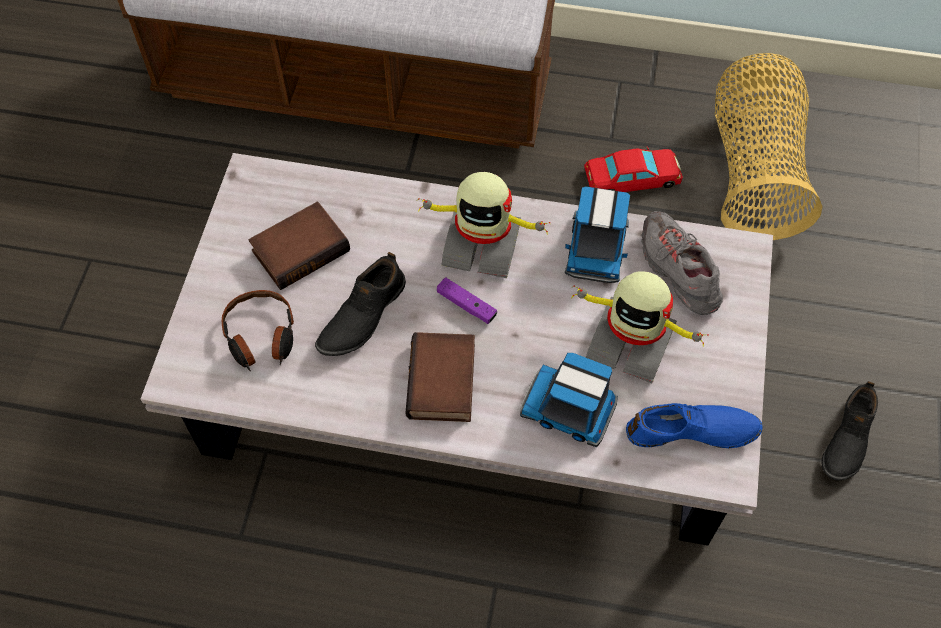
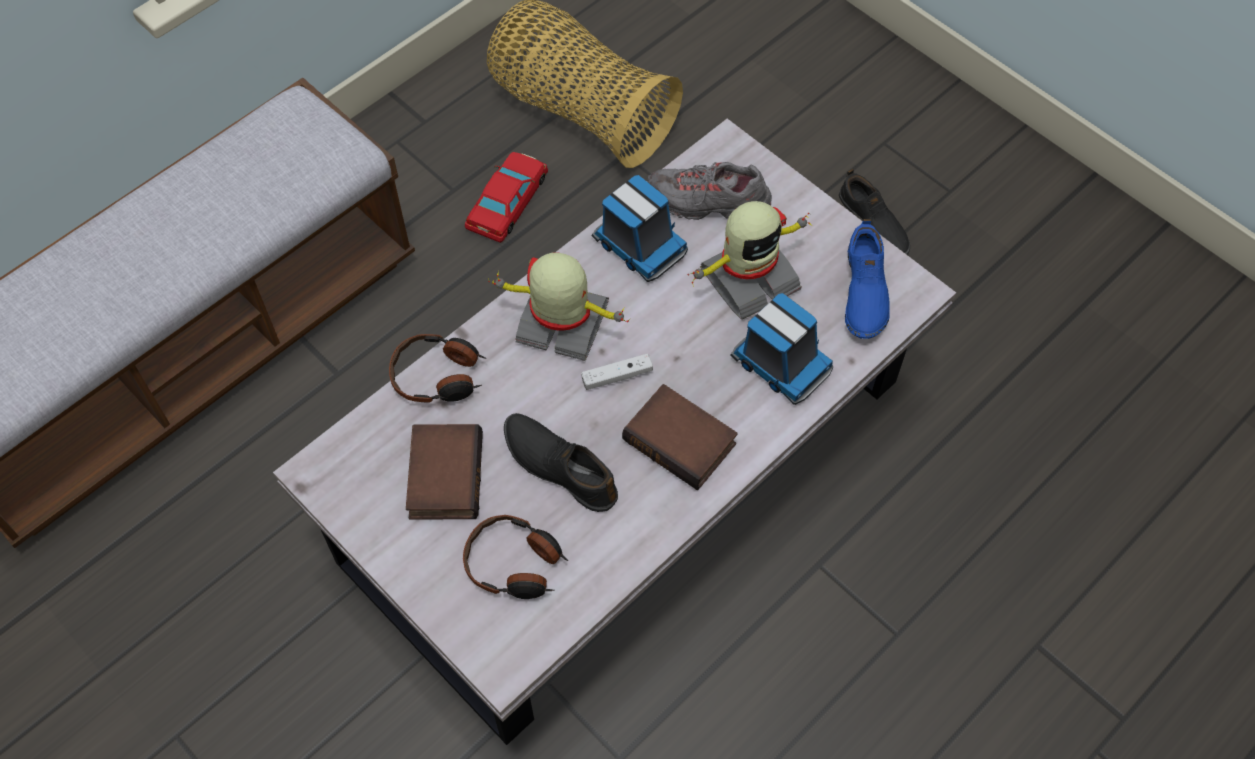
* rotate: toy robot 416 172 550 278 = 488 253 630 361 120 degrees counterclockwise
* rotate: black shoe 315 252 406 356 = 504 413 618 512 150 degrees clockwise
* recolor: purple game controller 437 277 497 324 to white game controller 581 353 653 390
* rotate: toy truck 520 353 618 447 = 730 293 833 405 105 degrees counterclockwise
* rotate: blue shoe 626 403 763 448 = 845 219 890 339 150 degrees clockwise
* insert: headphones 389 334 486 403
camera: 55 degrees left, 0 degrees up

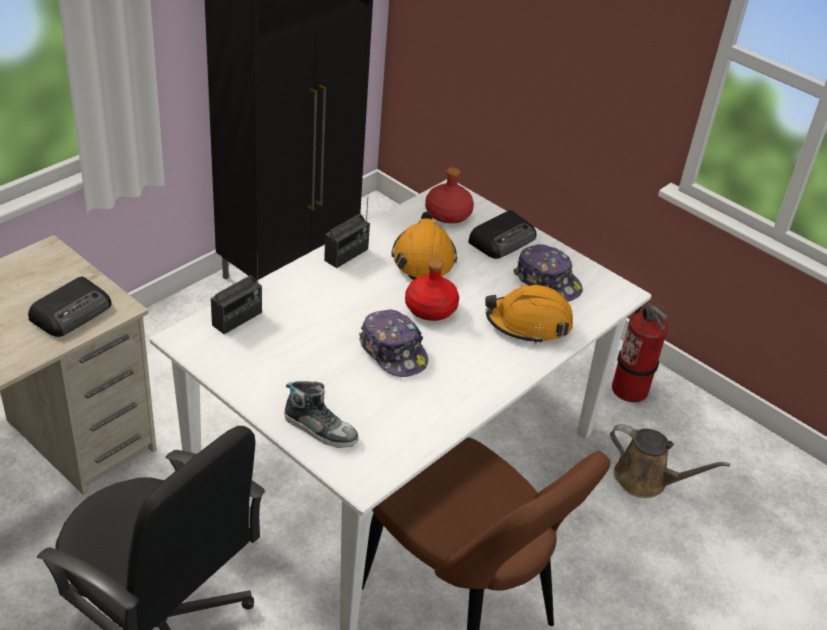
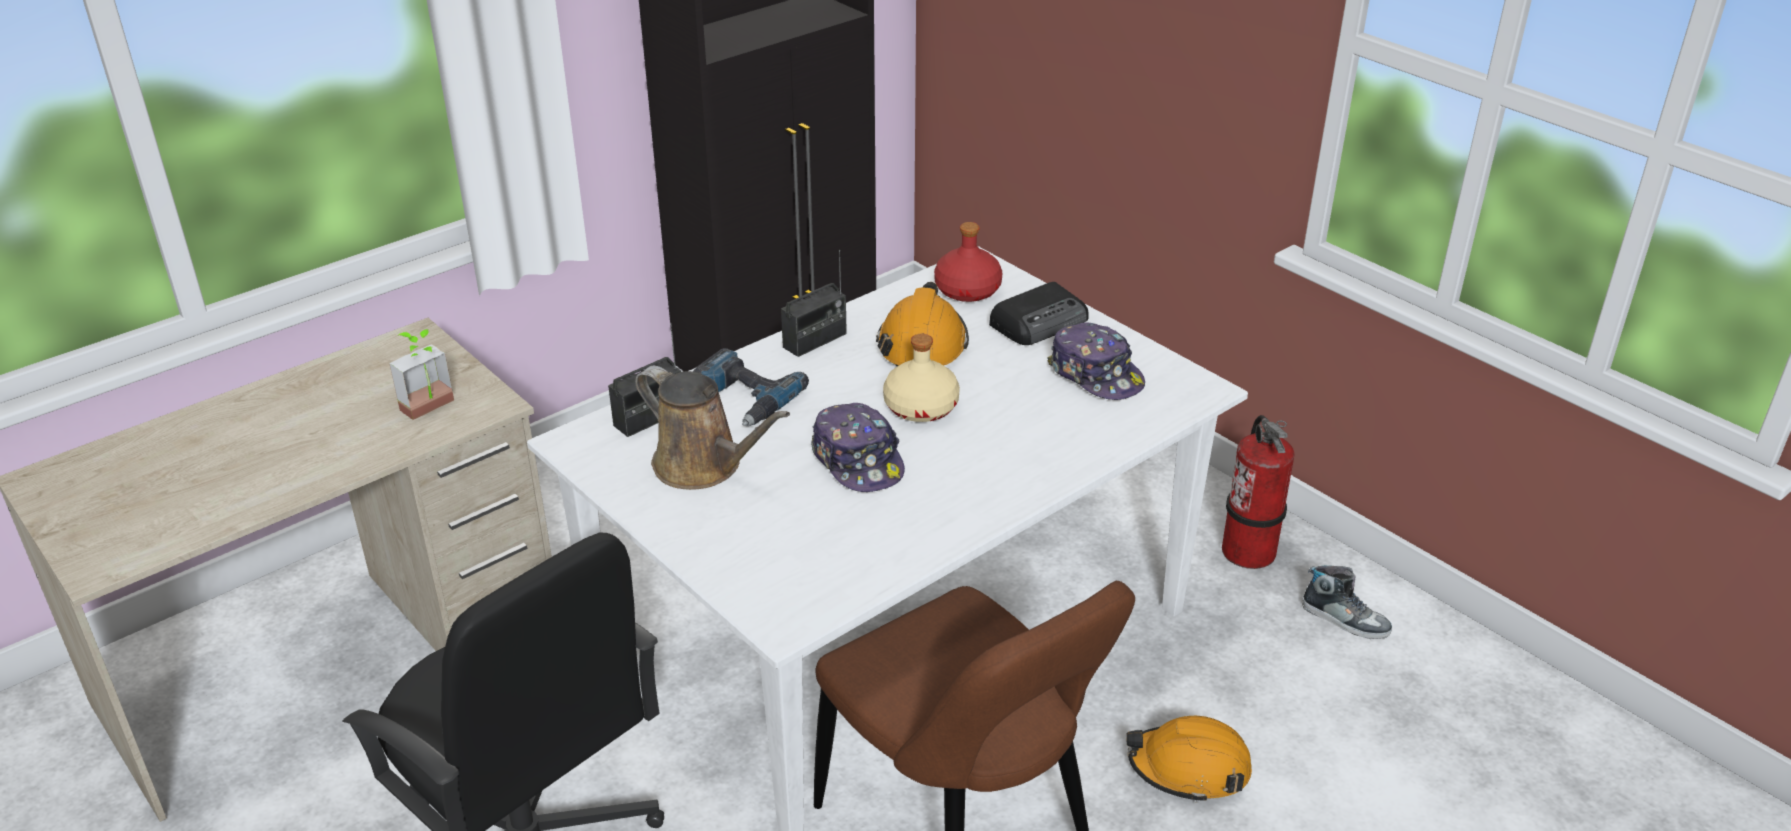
* recolor: red bottle 405 259 459 321 to beige bottle 883 334 960 422
* replace: radio 28 277 111 337 to potted plant 389 329 454 420
* move: orange hard hat 485 285 573 344 to 1126 716 1252 803
* move: shoe 284 381 358 448 to 1302 566 1392 639
* move: brown watering can 610 424 730 498 to 635 366 790 490
* insert: power drill 693 348 809 426
camera: 10 degrees right, 5 degrees down

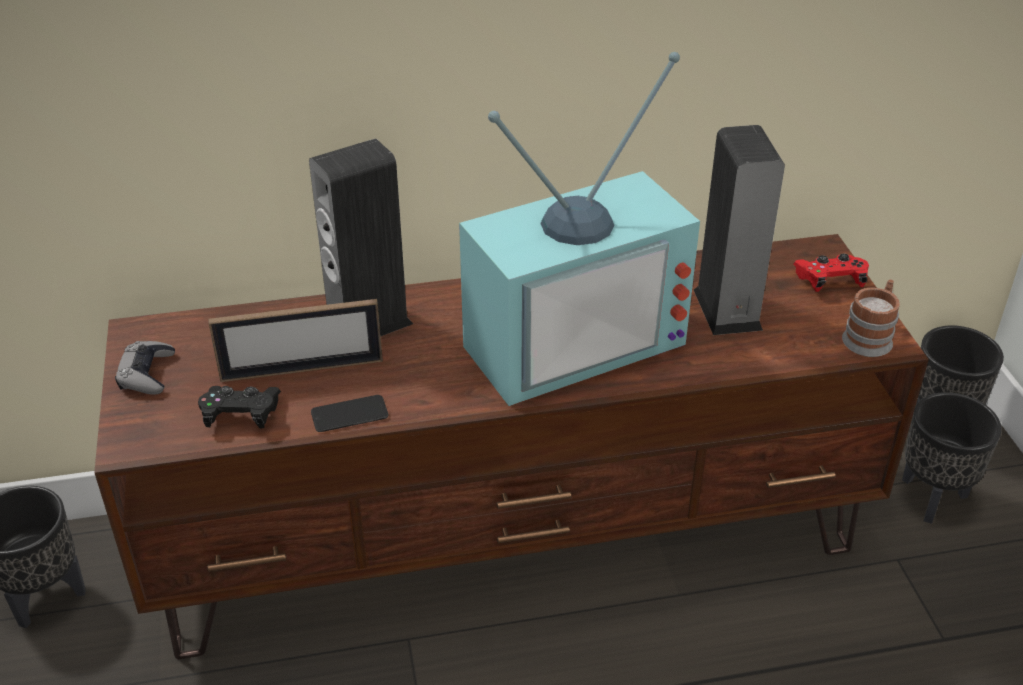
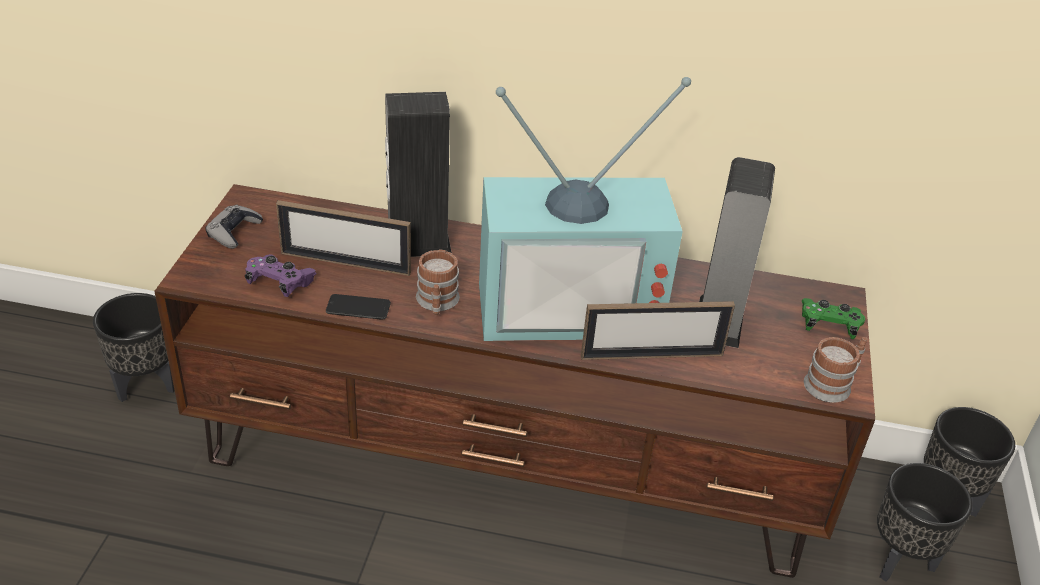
* recolor: red game controller 794 254 869 292 to green game controller 802 298 865 339
* recolor: black game controller 198 386 281 428 to purple game controller 245 254 316 297
* insert: mug 416 249 460 315
* insert: picture frame 581 301 735 360
camera: 20 degrees right, 0 degrees up

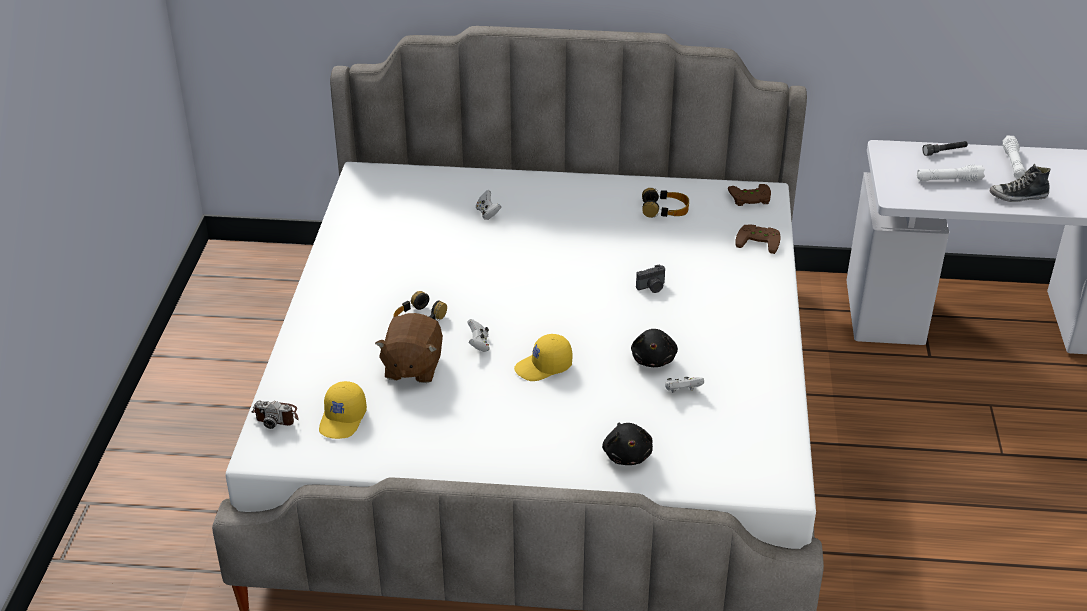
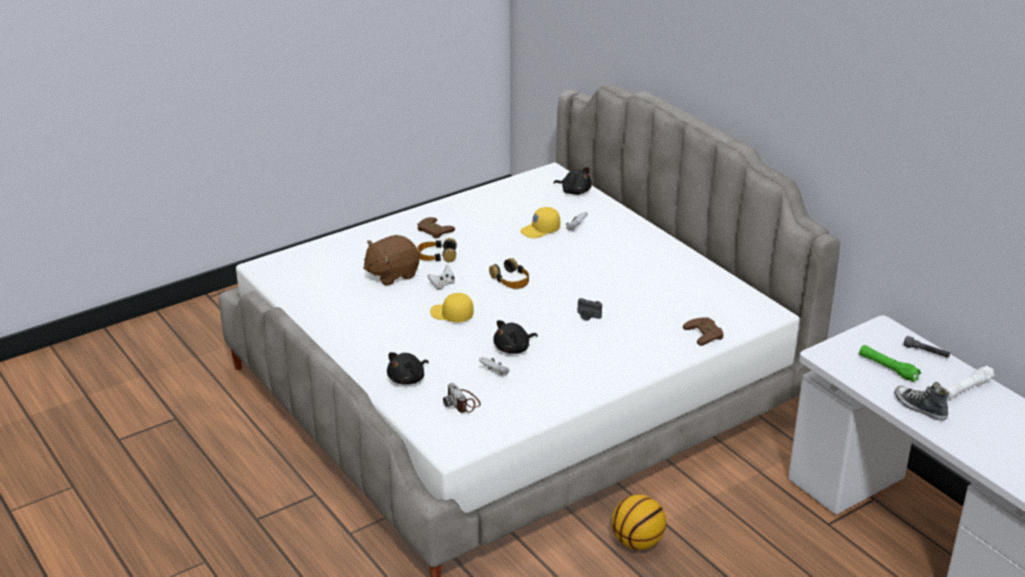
* recolor: white flashlight 917 165 985 181 to green flashlight 859 345 921 382
* move: brown game controller 728 184 771 206 to 417 217 455 239
* move: headphones 642 188 689 218 to 489 258 529 289
* move: yellow cap 319 381 367 439 to 520 207 560 238
* move: photo camera 251 401 299 429 to 443 383 481 413
* insert: black plush toy 553 167 592 195
* insert: basketball 612 494 666 550
camera: 50 degrees right, 5 degrees down

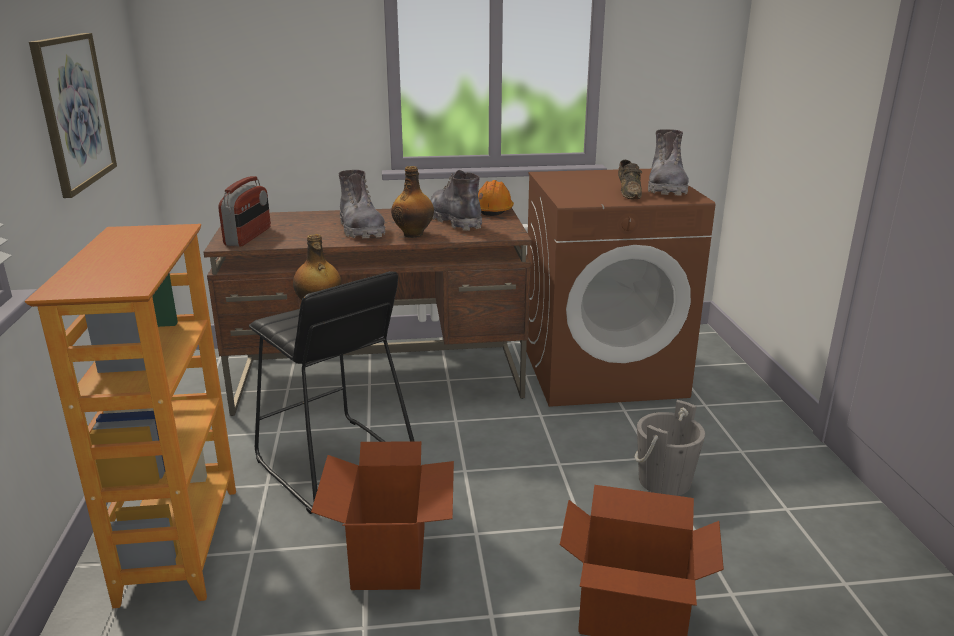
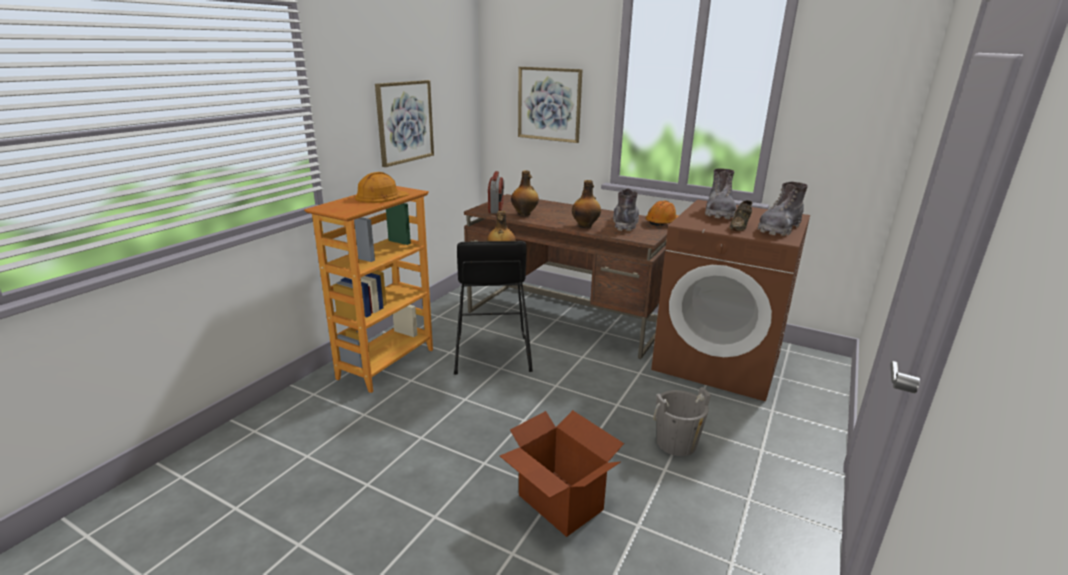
* move: grey boot 339 170 385 238 to 705 169 737 219
* rotate: radio 218 176 271 246 = 488 171 504 214 45 degrees counterclockwise
* delete: cardboard box 311 441 454 590
* insert: picture 518 67 583 143
* insert: bottle 511 170 539 216
* insert: orange hard hat 355 172 409 203
camera: 35 degrees right, 0 degrees up

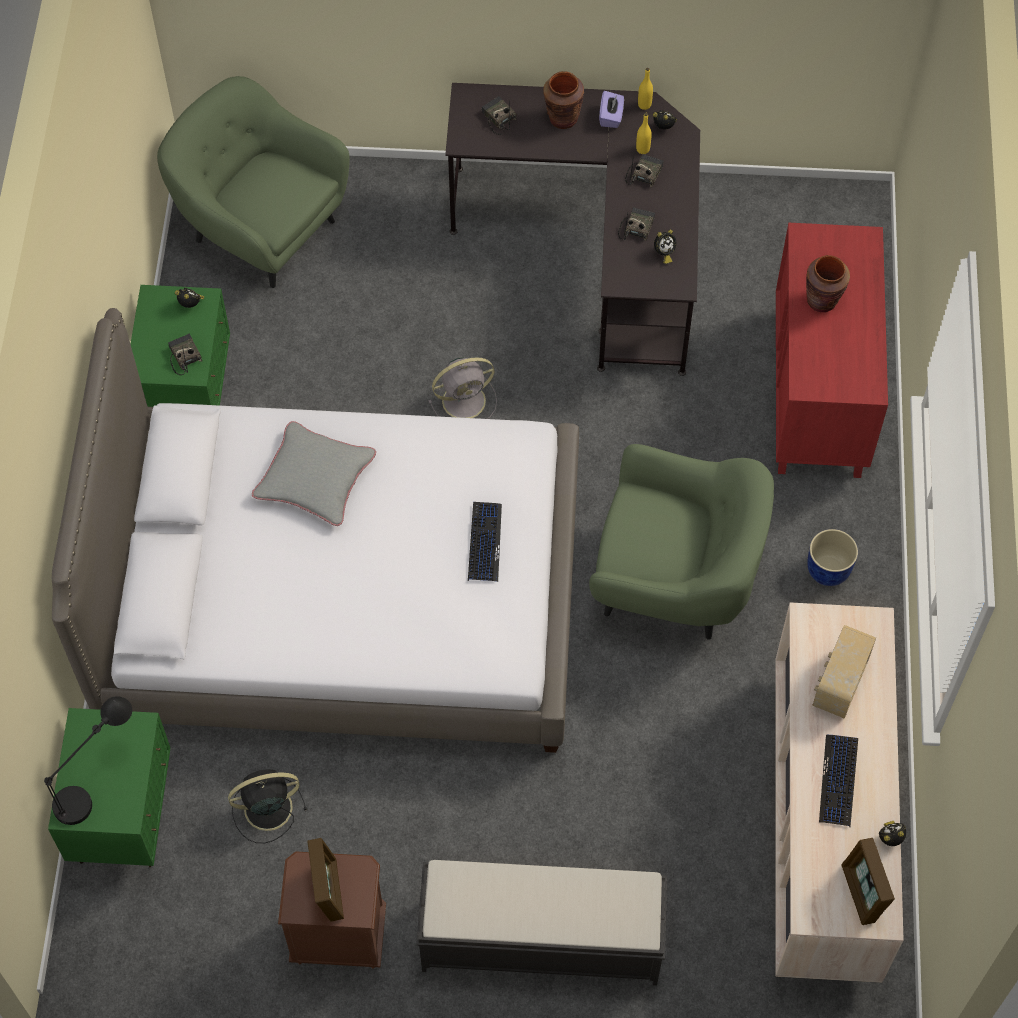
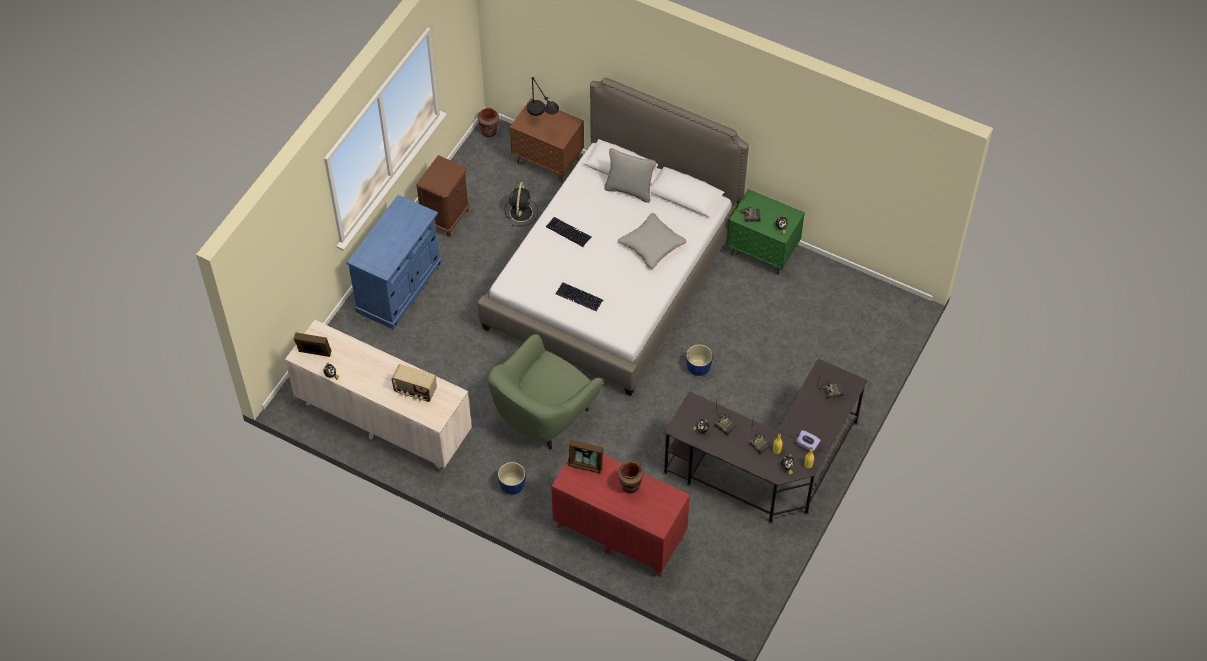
* move: brown vase 543 71 584 129 to 478 108 499 137
* delete: green armchair 157 76 349 288
* replace: grey fan 428 357 497 419 to blue planter 686 344 713 376
* rotate: radio 812 625 876 719 = 392 364 437 402 150 degrees clockwise
* recolor: green nightstand 48 708 170 868 to brown nightstand 510 99 584 182
* move: keyboard 819 735 858 827 to 546 217 591 247
* move: picture frame 307 838 344 922 to 568 440 603 474
* replace: black bench 416 860 667 986 to blue cabinet 347 195 442 330
* insert: grey pillow 604 148 656 203
camera: 115 degrees right, 5 degrees down

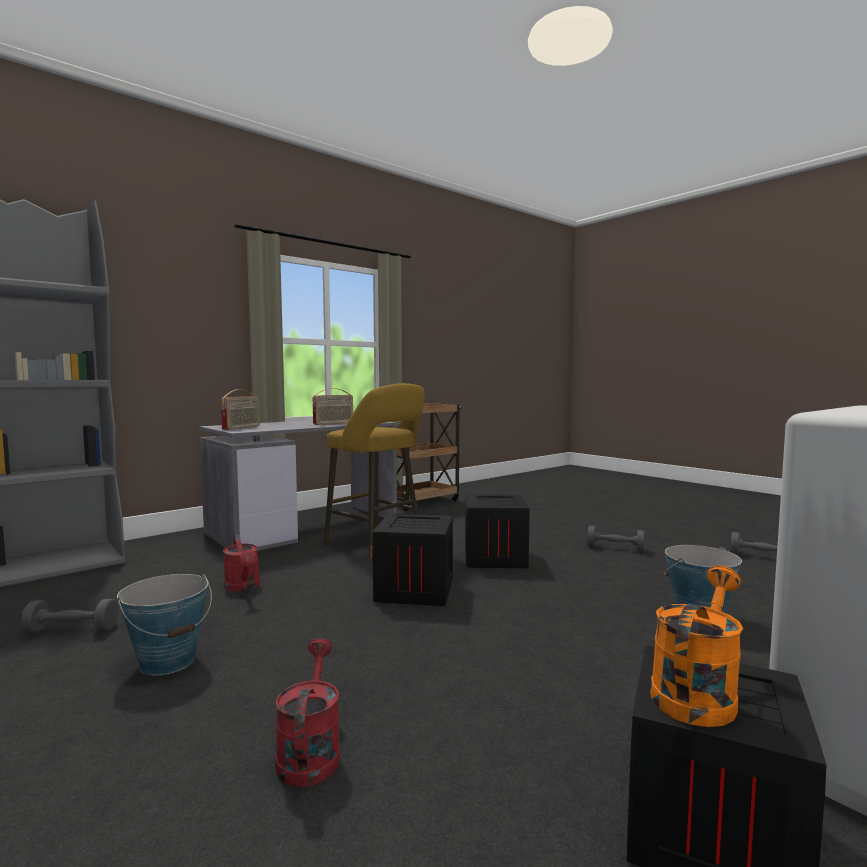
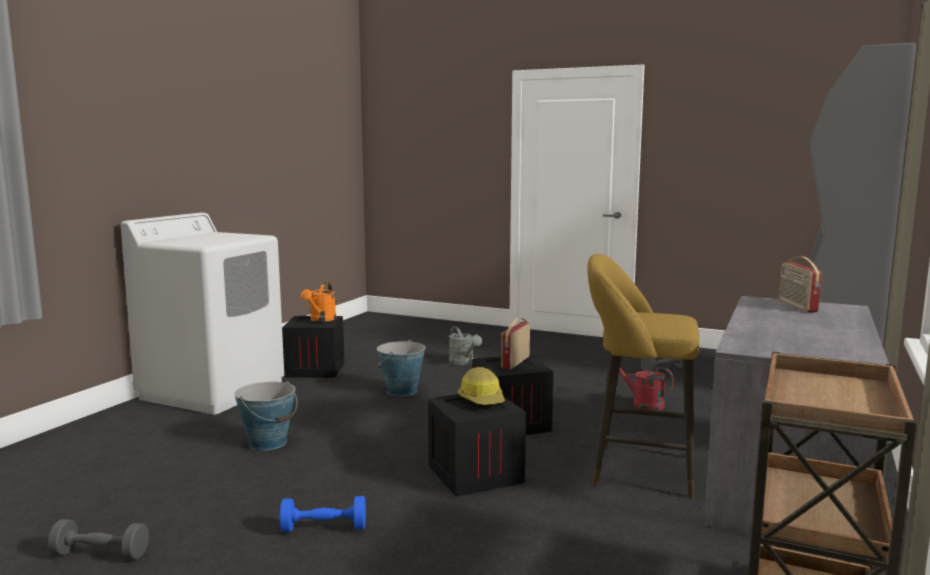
* move: radio 313 388 353 425 to 501 318 530 369
* recolor: grey dumbbell 587 526 644 552 to blue dumbbell 279 496 366 532
* move: bucket 117 574 212 676 to 377 340 425 396
* recolor: red watering can 275 638 340 787 to grey watering can 449 326 482 365
* insert: hard hat 458 367 505 405
camera: 155 degrees right, 5 degrees up

